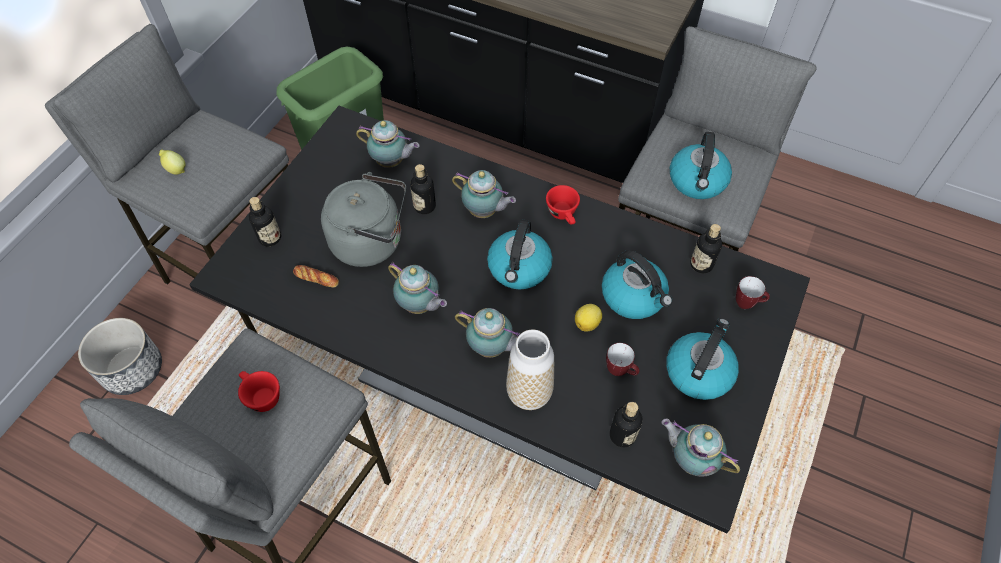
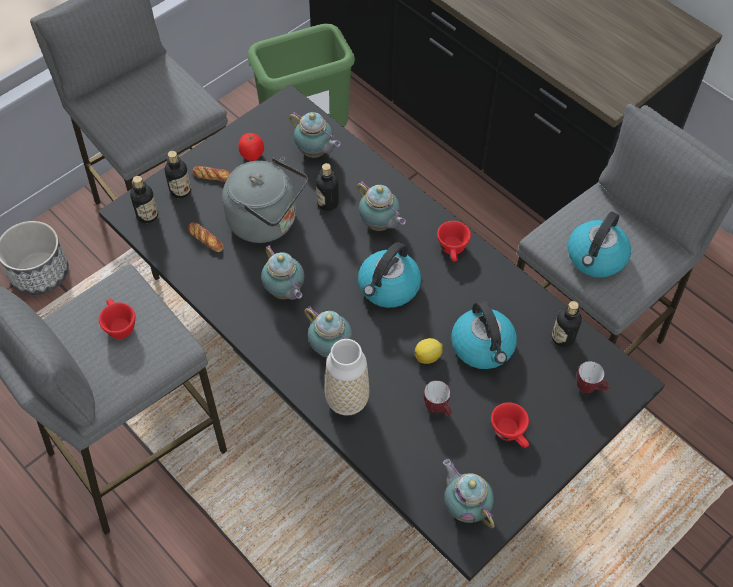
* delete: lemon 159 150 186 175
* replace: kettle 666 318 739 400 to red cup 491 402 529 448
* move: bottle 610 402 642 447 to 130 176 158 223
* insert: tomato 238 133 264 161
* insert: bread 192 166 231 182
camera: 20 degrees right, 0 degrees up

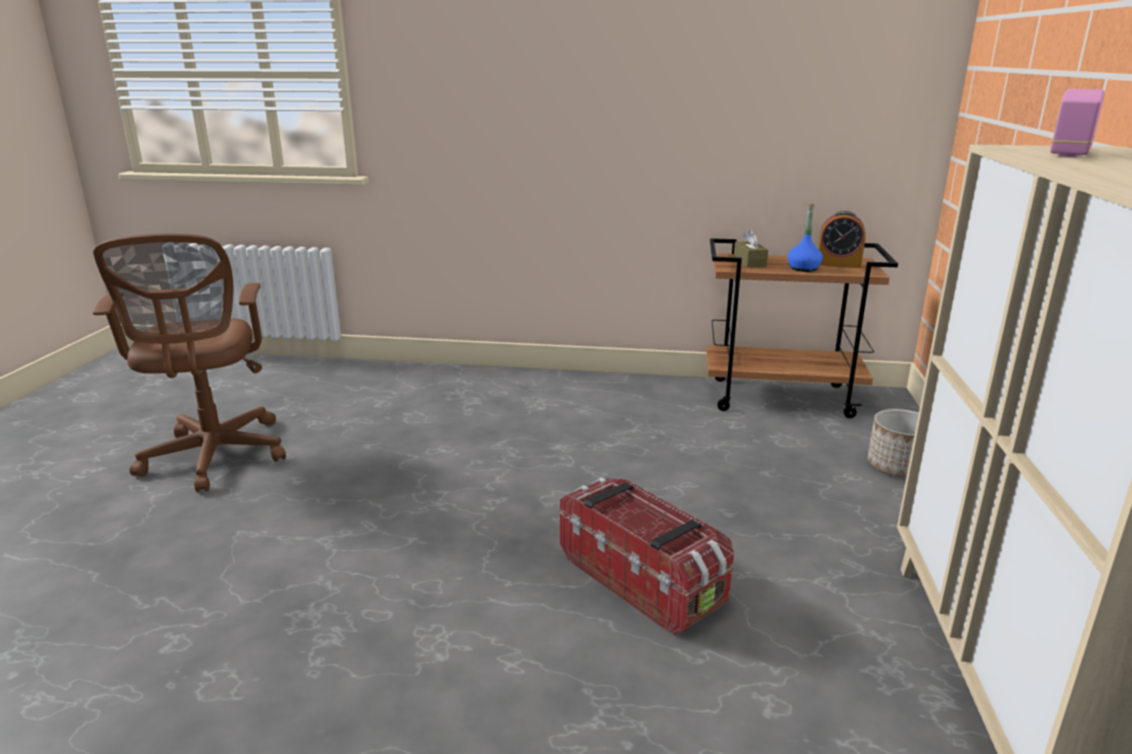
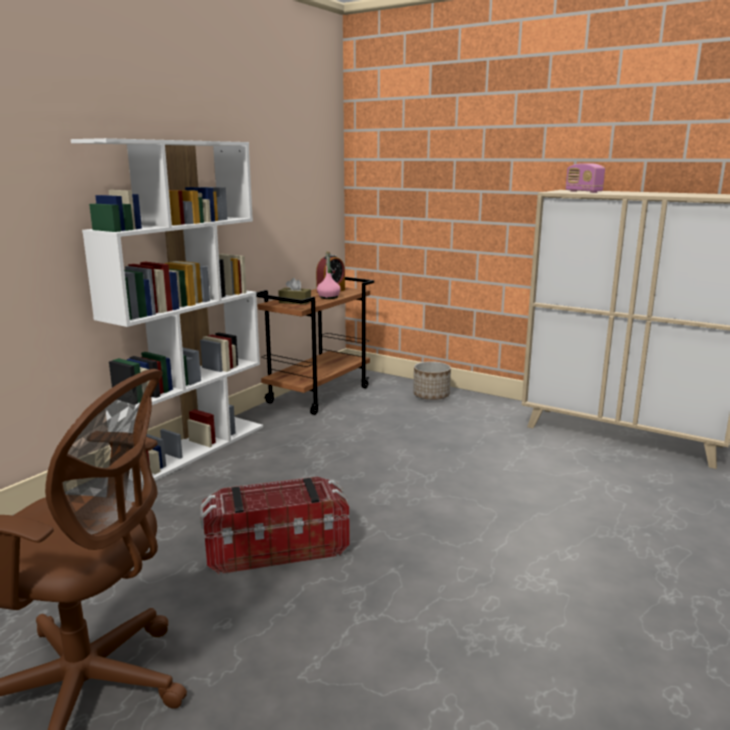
* recolor: blue bottle 788 203 823 272 to pink bottle 317 251 341 299
* move: storage box 560 478 734 636 to 200 477 350 574
* insert: white bookcase 71 138 263 481
camera: 65 degrees left, 5 degrees down

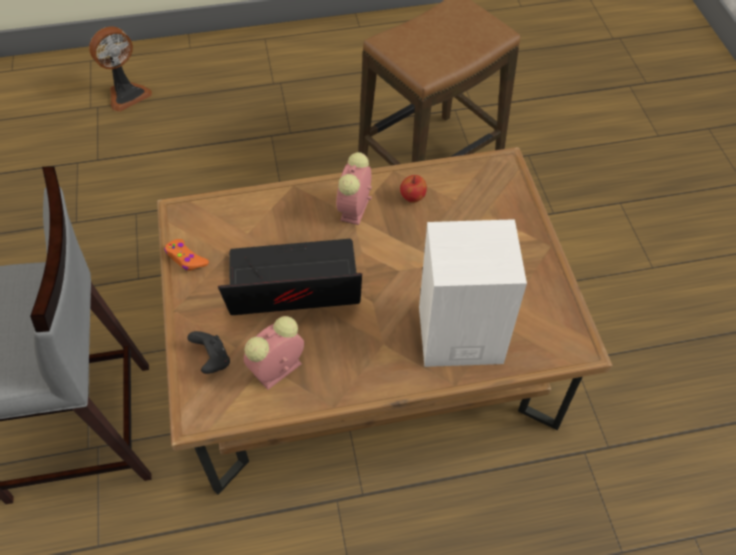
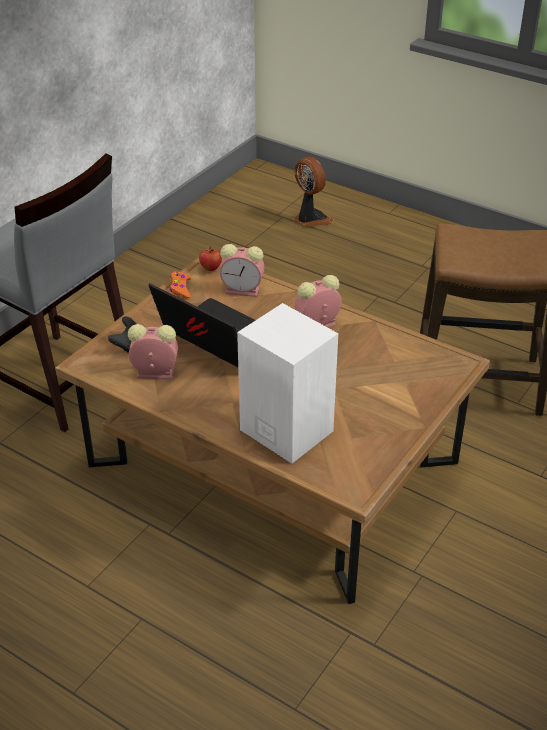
* rotate: fan 89 27 152 112 = 294 156 333 227 135 degrees counterclockwise
* move: apple 400 175 427 203 to 199 247 222 271
* insert: alarm clock 219 244 264 297
camera: 45 degrees right, 15 degrees down

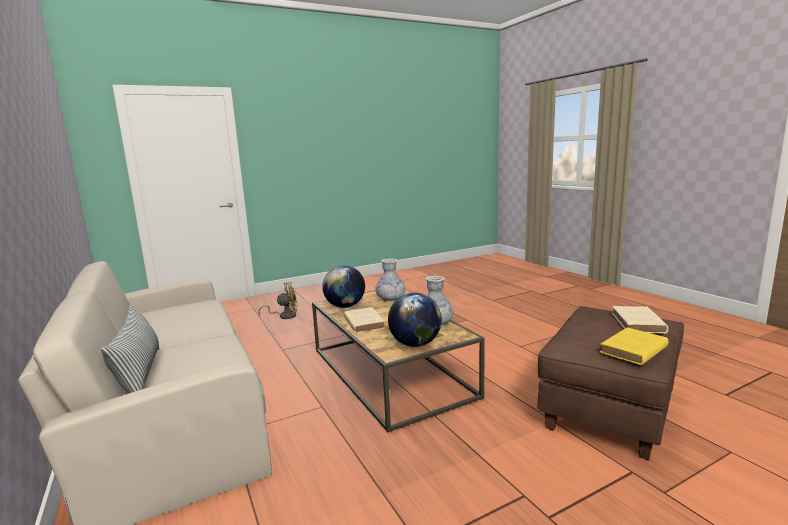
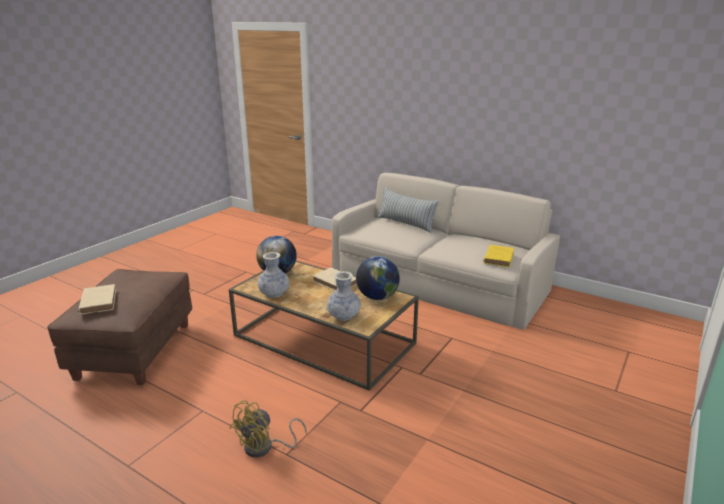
* move: yellow fan 258 282 299 319 to 229 400 307 458
* move: yellow book 600 327 668 365 to 484 245 514 267
camera: 150 degrees right, 10 degrees up

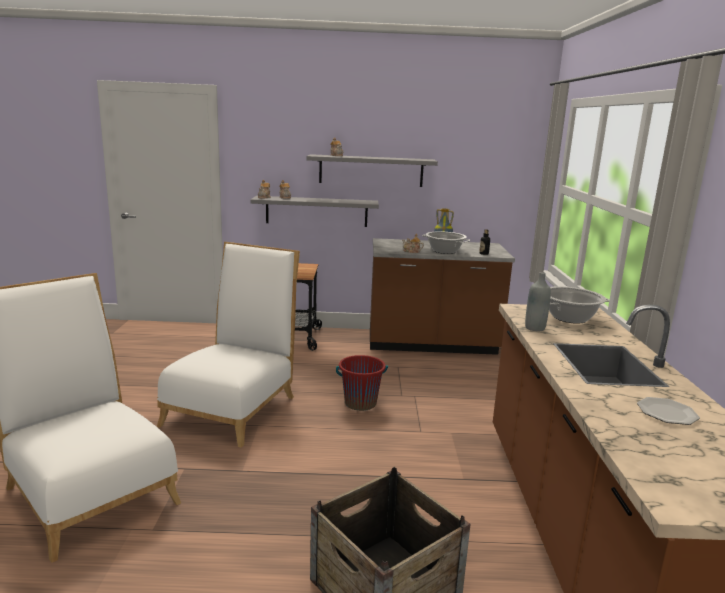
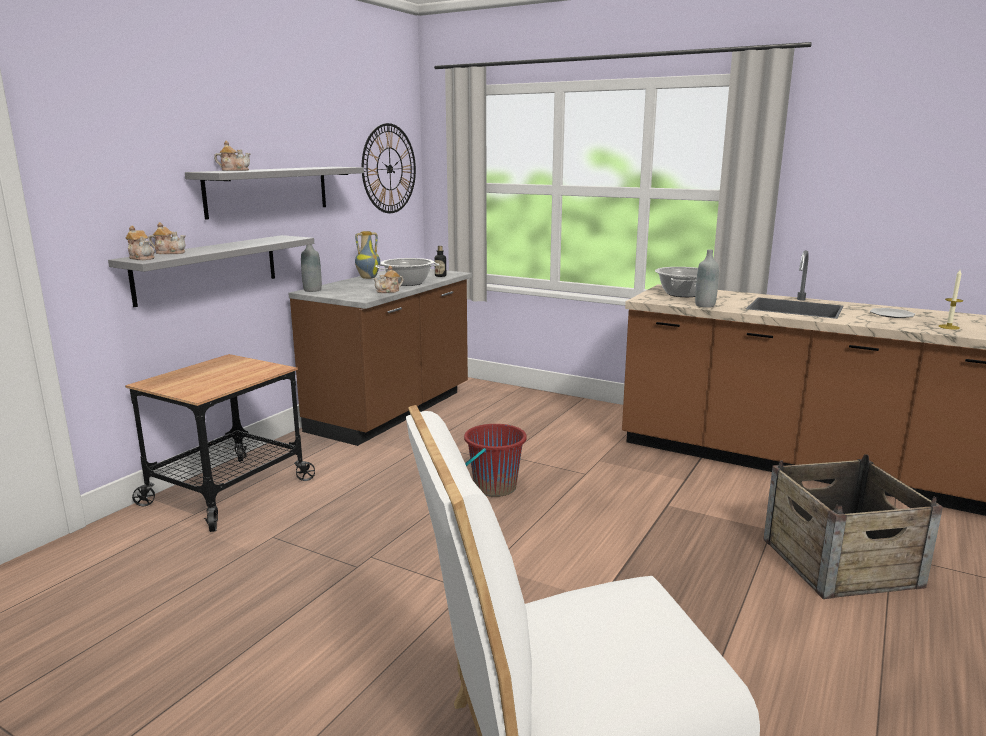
* delete: white chair 157 242 300 448
* insert: wall clock 362 123 416 213
* insert: grey bottle 301 244 322 292
* insert: candle 939 270 963 330
camera: 60 degrees left, 0 degrees up

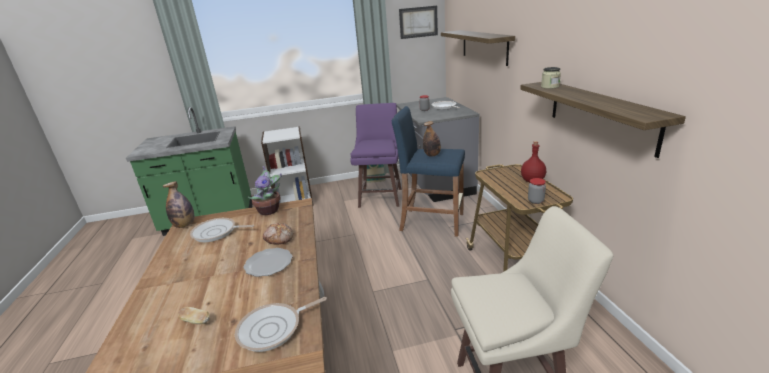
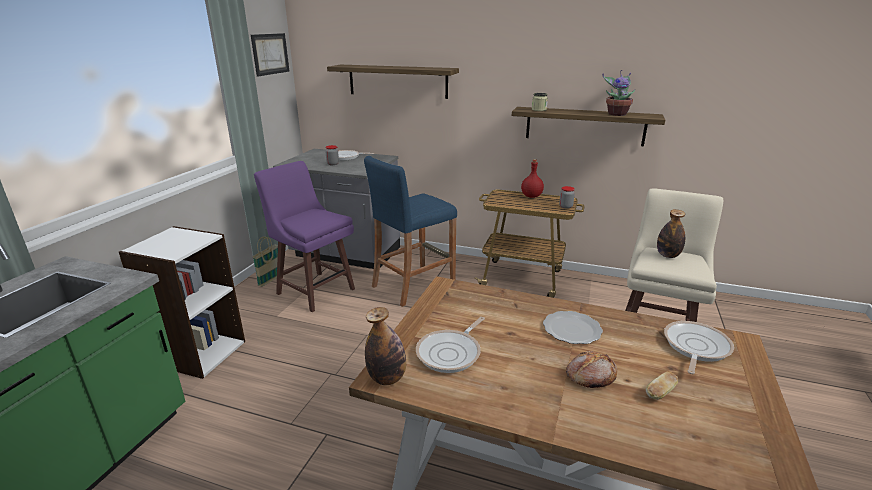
* move: bottle 423 121 441 157 to 657 209 685 258
* move: potted plant 247 166 282 215 to 602 70 636 116
* move: bread 263 223 293 245 to 566 351 617 388
* rotate: frying pan 235 297 327 352 = 664 321 734 374 150 degrees counterclockwise
camera: 60 degrees left, 0 degrees up

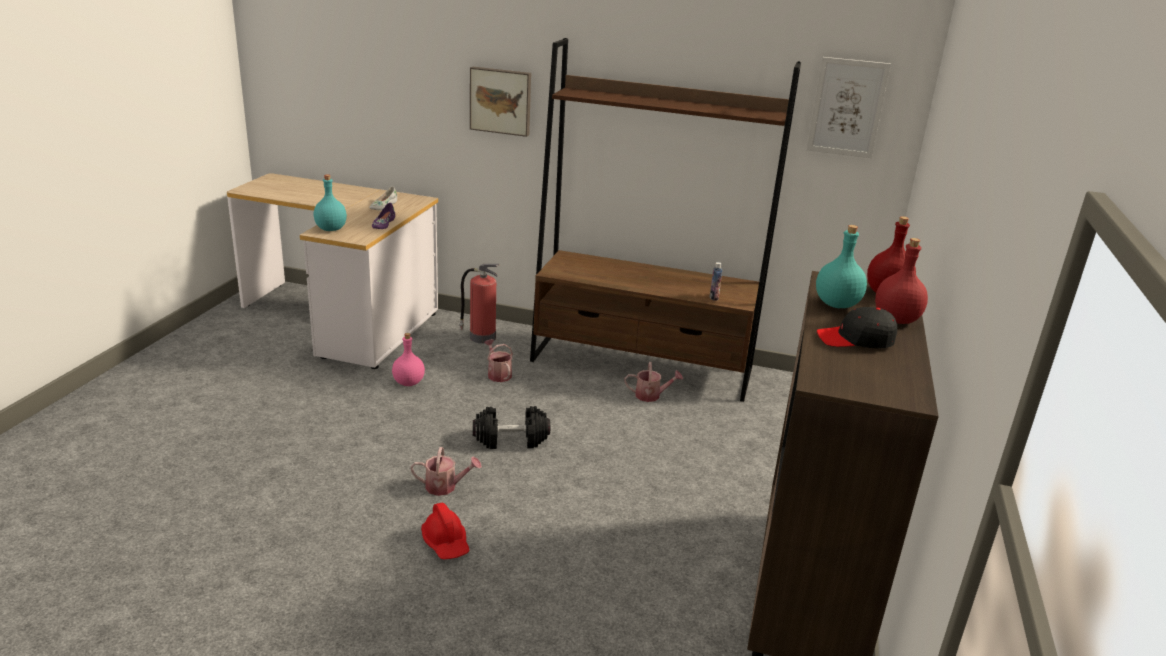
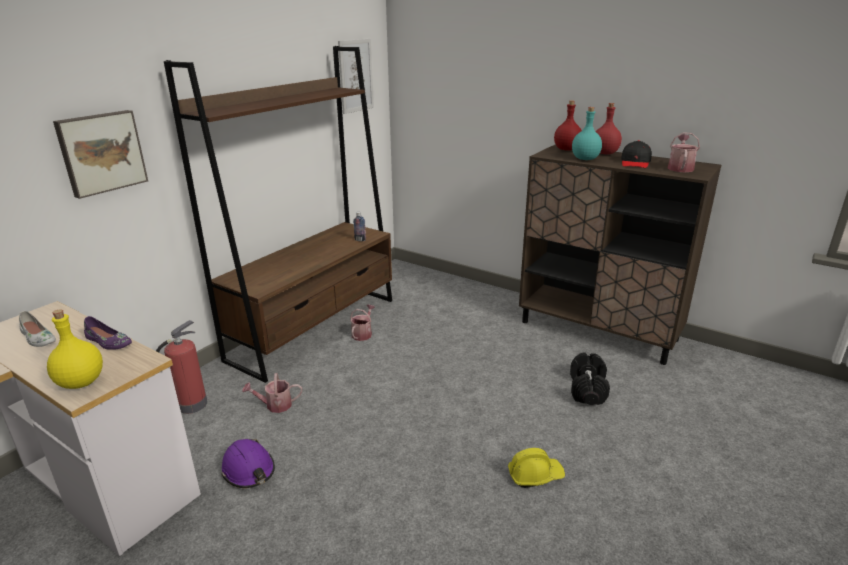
* recolor: turquoise bottle 314 175 347 231 to yellow bottle 47 309 103 389
* replace: pink bottle 392 333 425 386 to purple hard hat 221 439 275 488
* move: black dumbbell 473 406 550 449 to 570 352 610 405
* move: watering can 410 447 482 496 to 668 132 700 172
* recolor: red hard hat 421 503 470 559 to yellow hard hat 508 448 565 488
camera: 70 degrees left, 0 degrees up

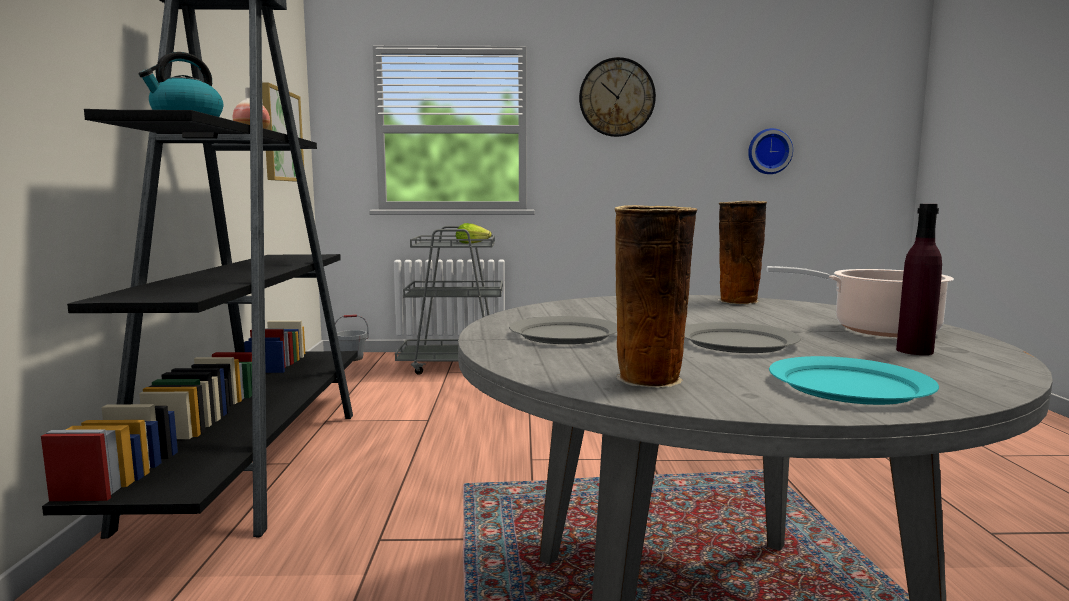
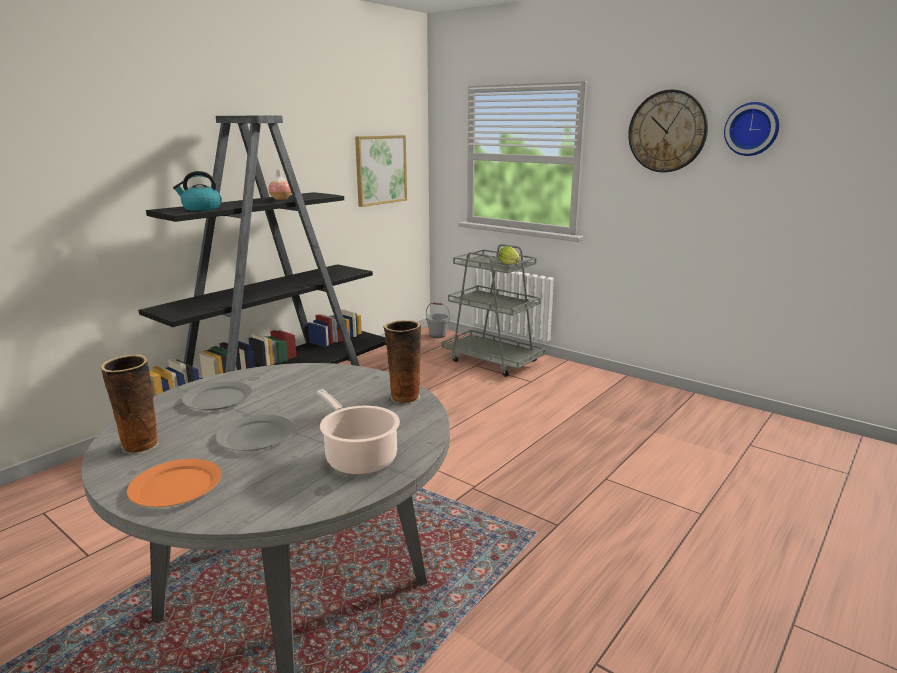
* move: wall clock 748 128 793 174 to 724 102 779 156
* delete: purple bottle 896 204 942 355
* recolor: turquoise plate 769 356 939 405 to orange plate 127 459 221 507
camera: 40 degrees right, 10 degrees up

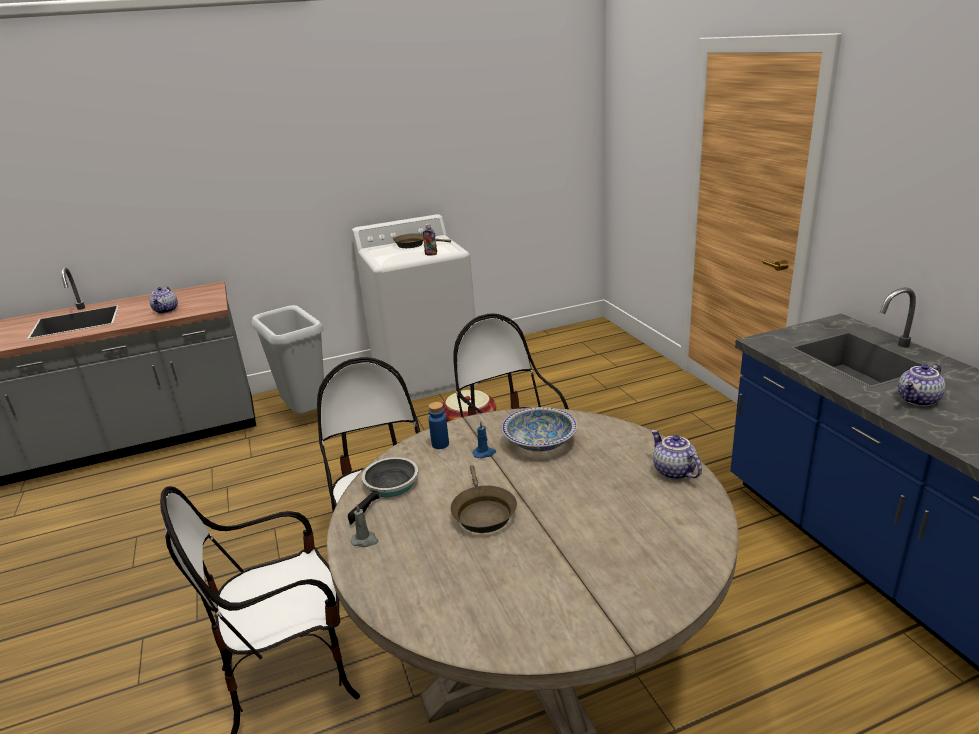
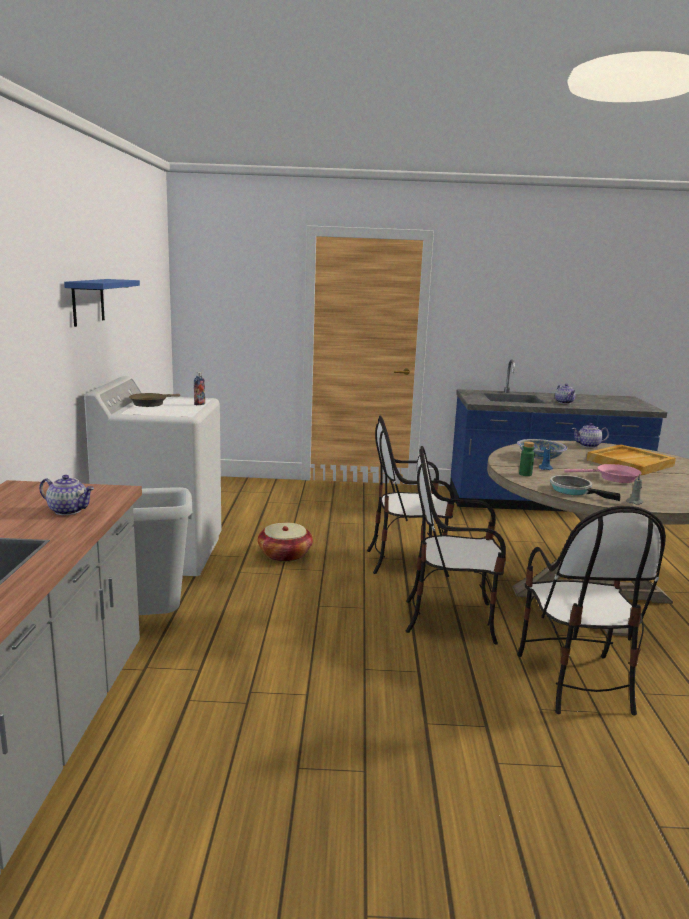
* recolor: blue bottle 428 402 449 449 to green bottle 519 441 535 476
* recolor: brown frying pan 450 465 517 533 to pink frying pan 564 464 641 483
* insert: blue shelf 64 279 140 327
* insert: beige tray 587 444 676 475
camera: 70 degrees left, 10 degrees down

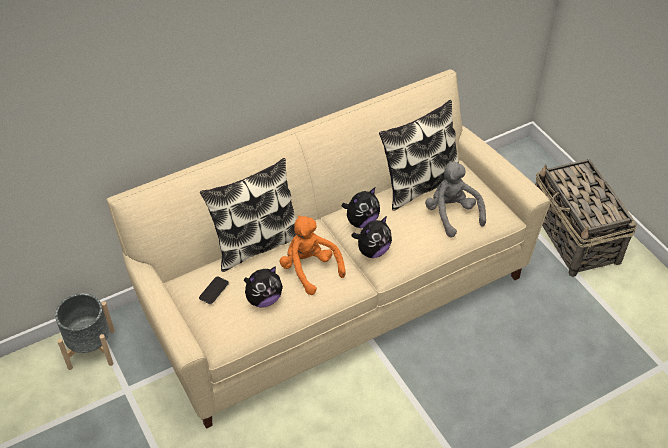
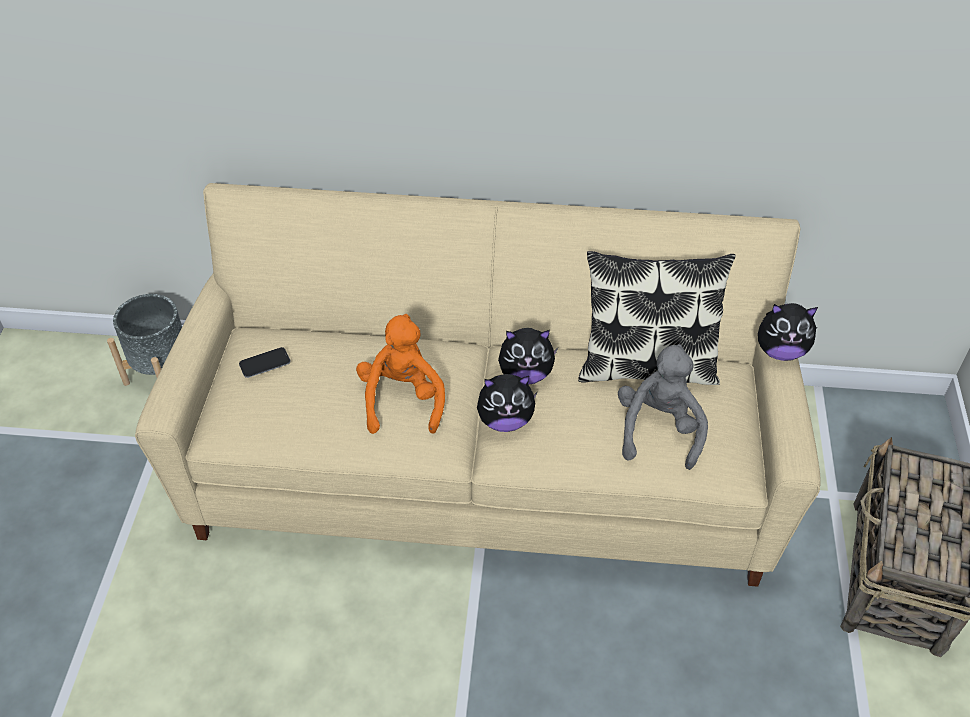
* delete: pillow 200 158 296 272
* move: plush toy 244 266 283 307 to 758 303 818 361
camera: 35 degrees right, 0 degrees up

